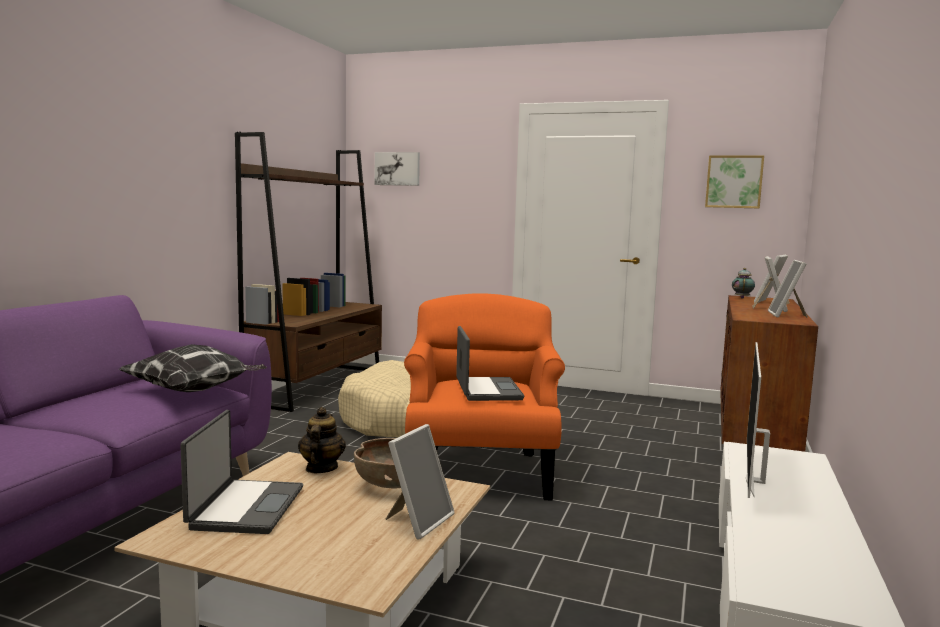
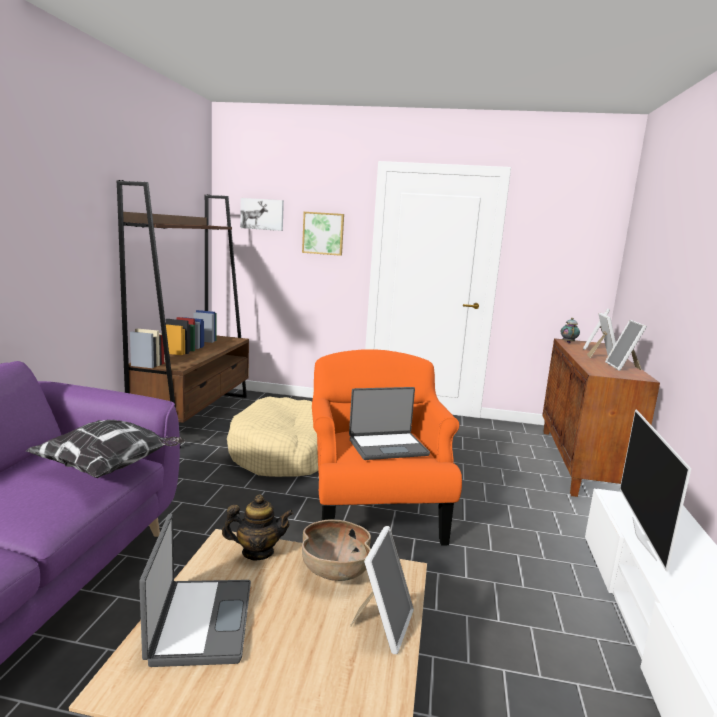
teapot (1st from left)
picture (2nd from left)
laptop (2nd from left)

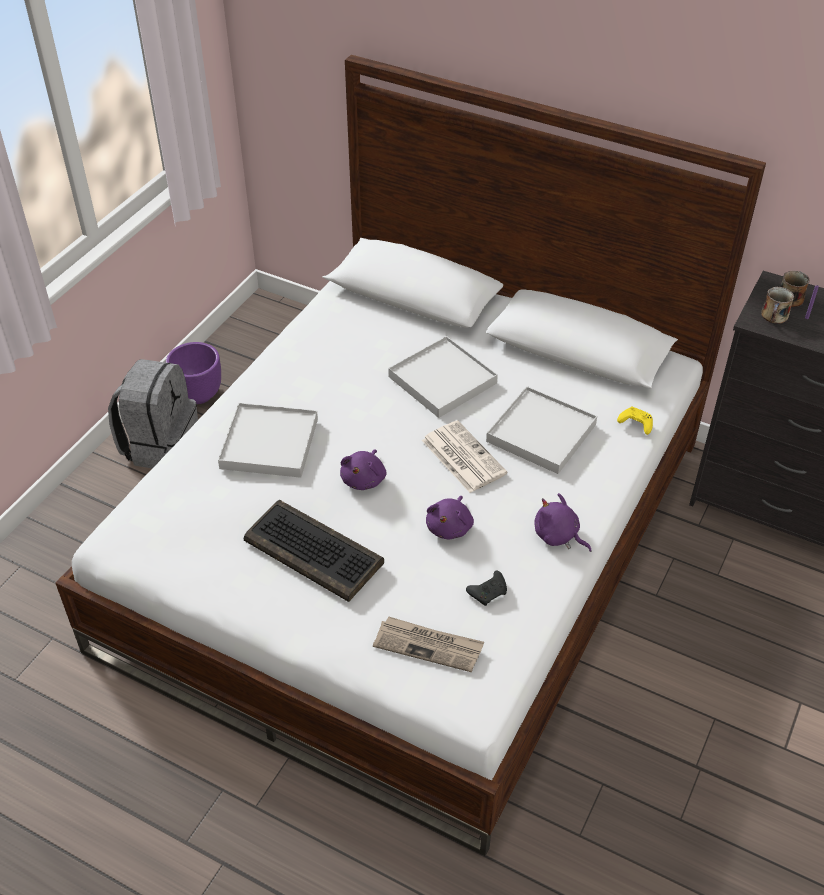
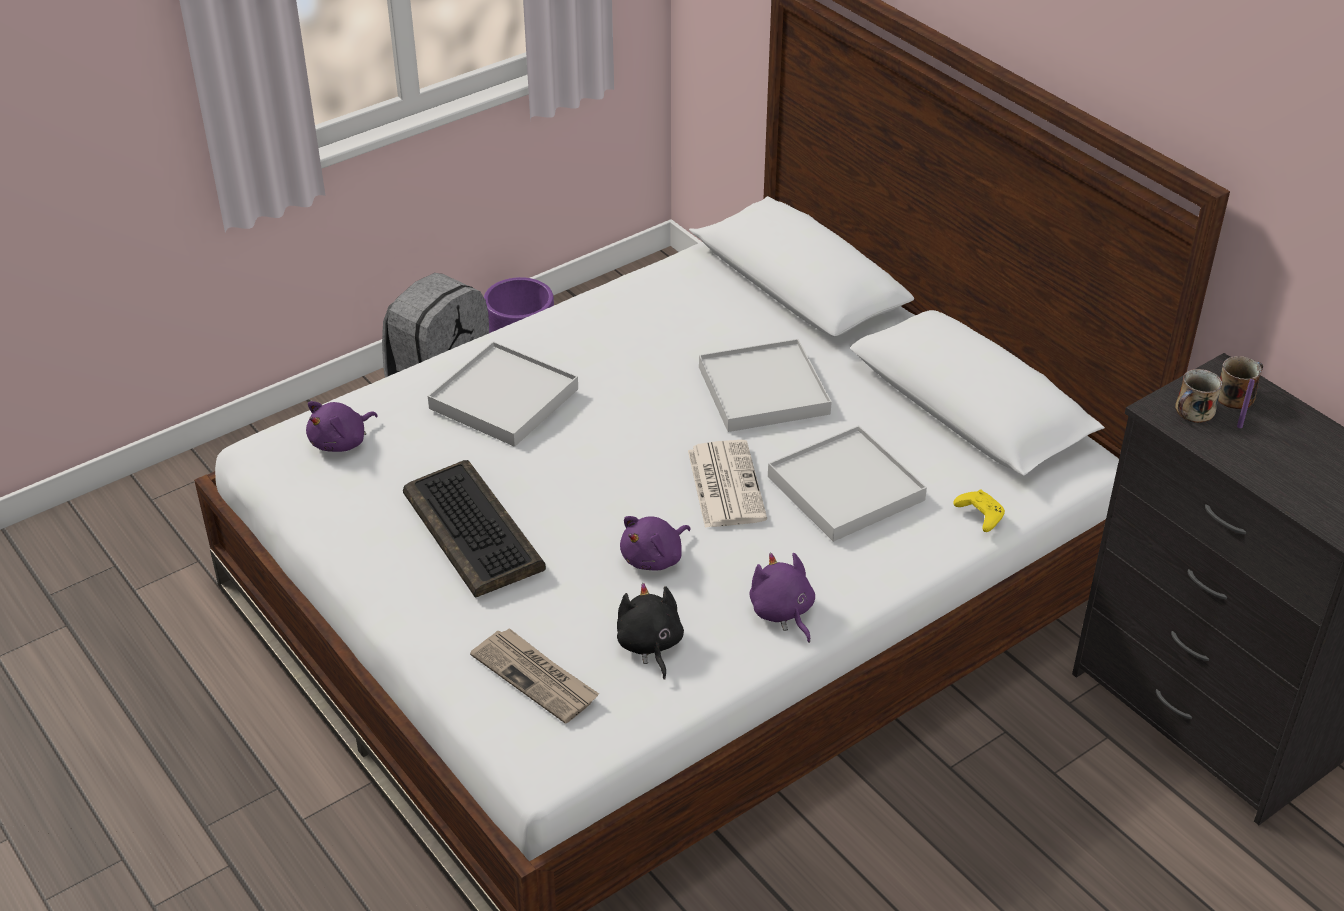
purple plush toy (1st from left)
black plush toy

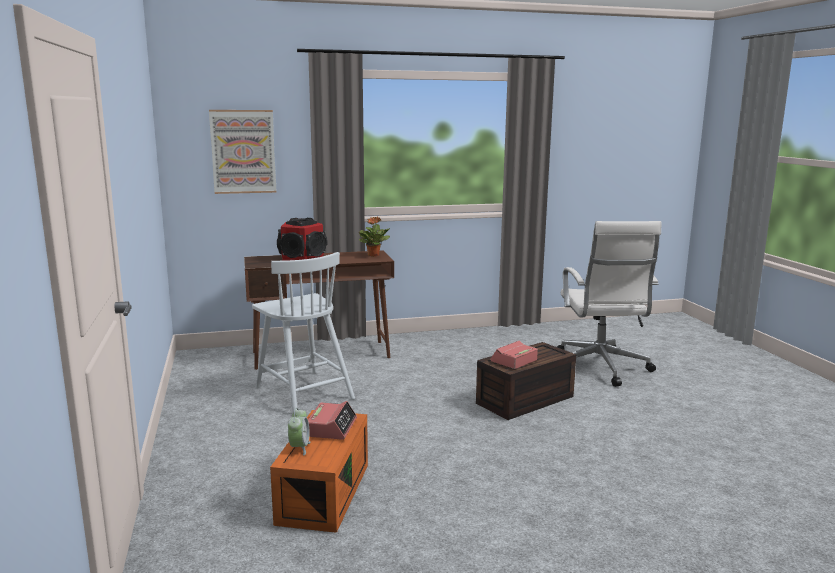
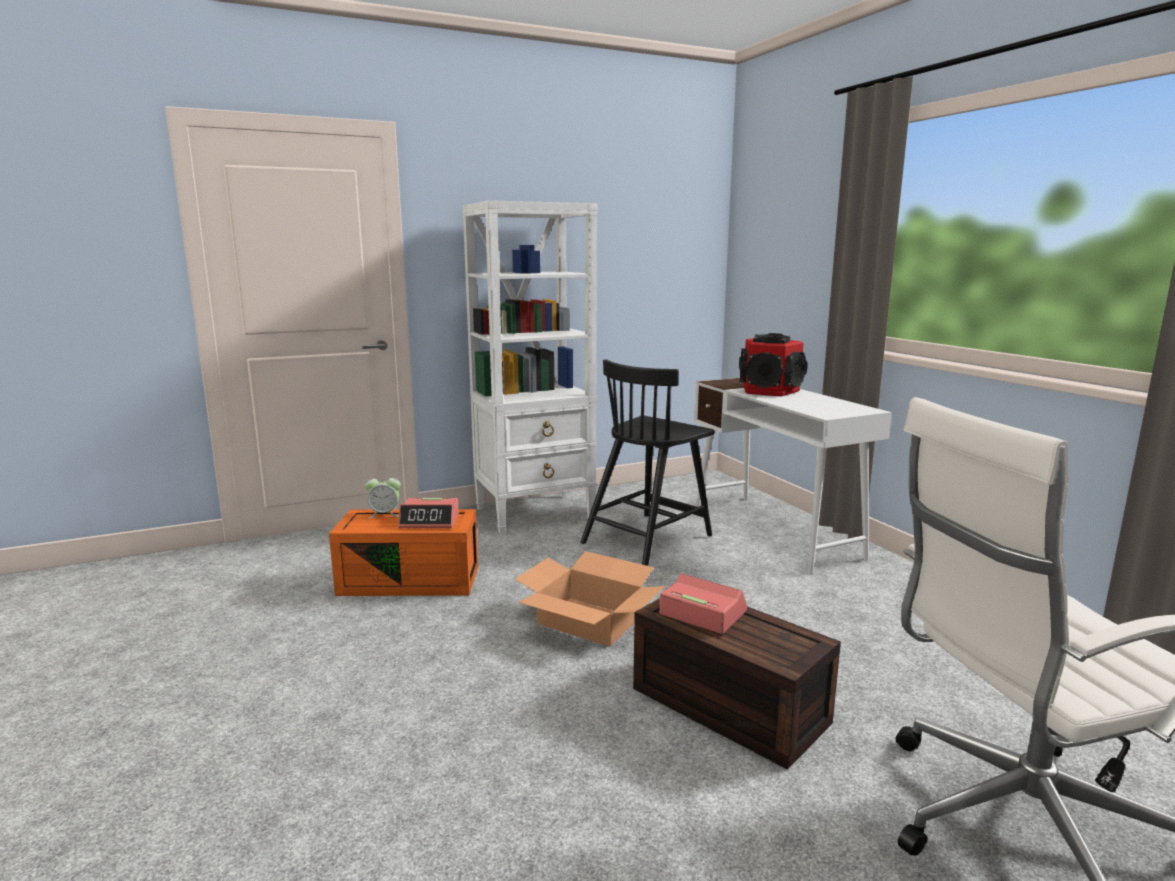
white bookcase
cardboard box
black chair
white desk
picture
potted plant

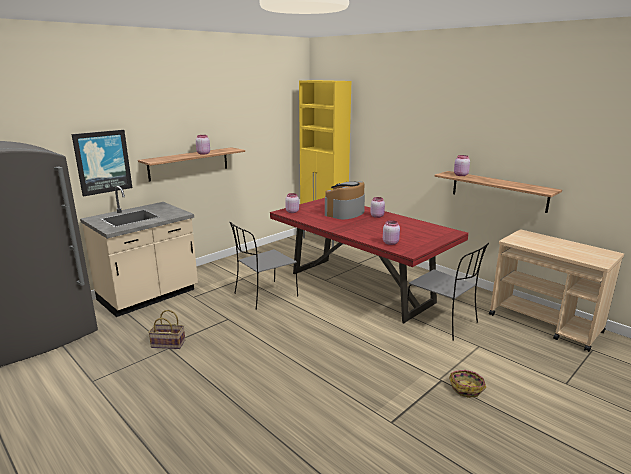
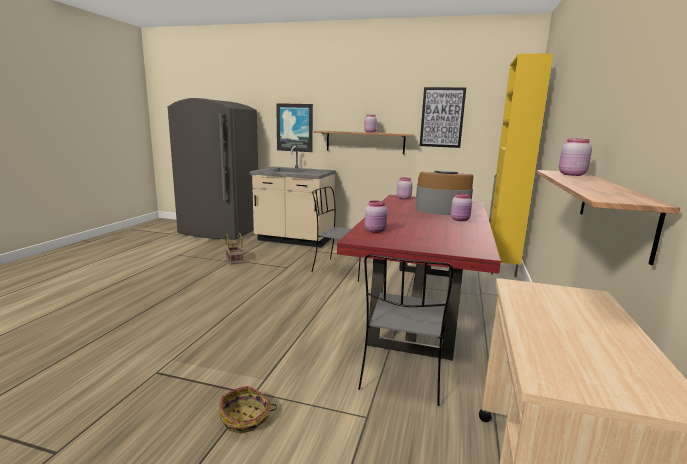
picture (2nd from left)

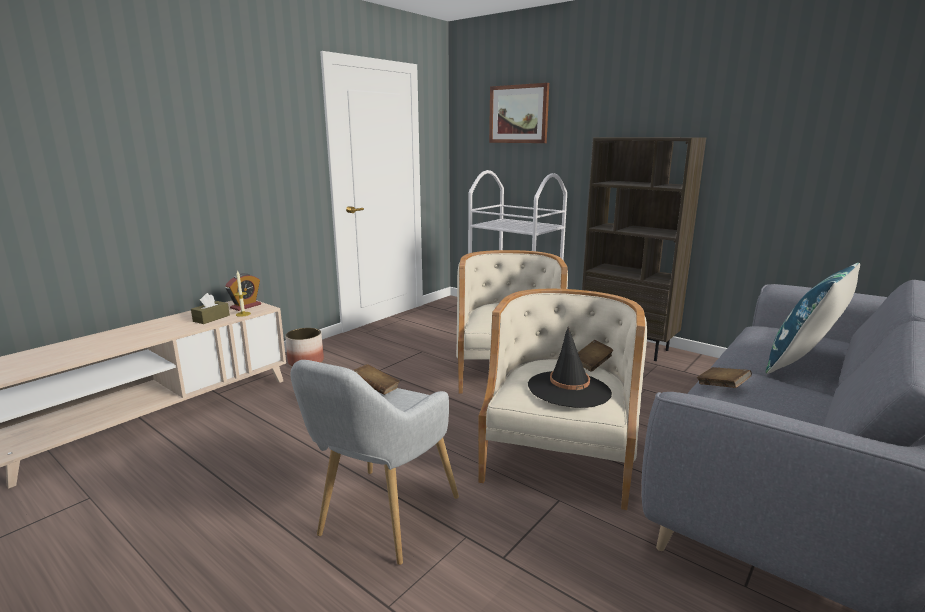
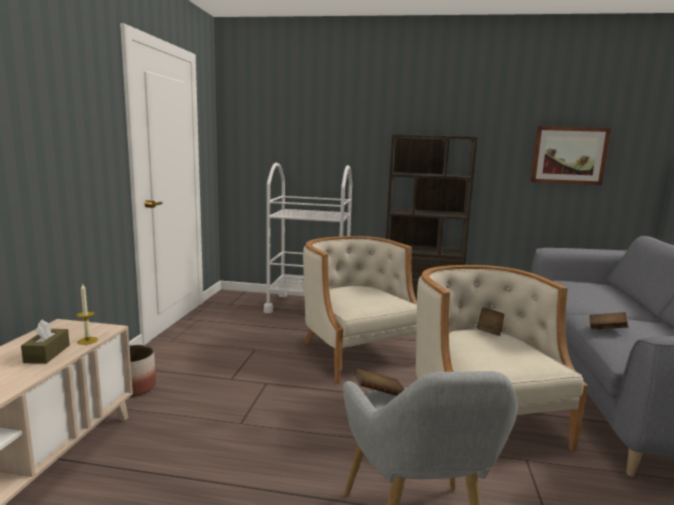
picture
alarm clock
black hat
blue pillow

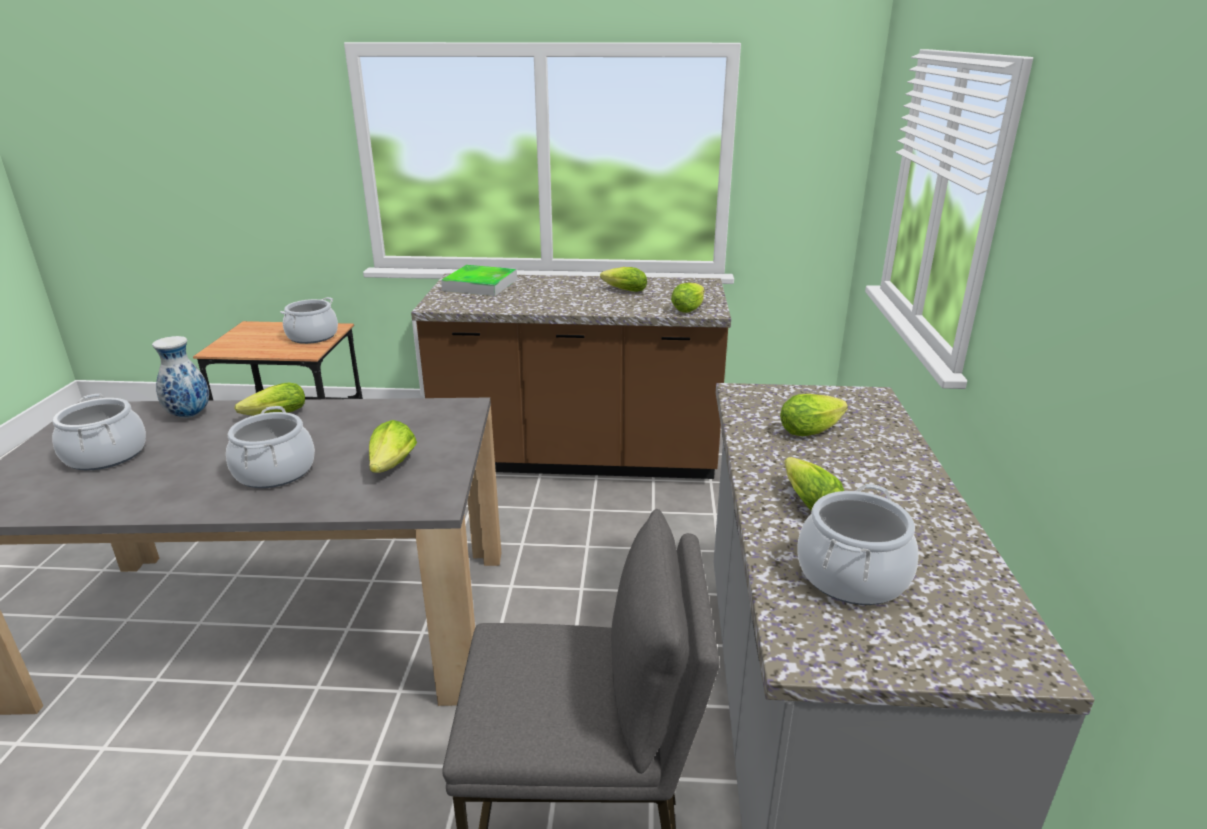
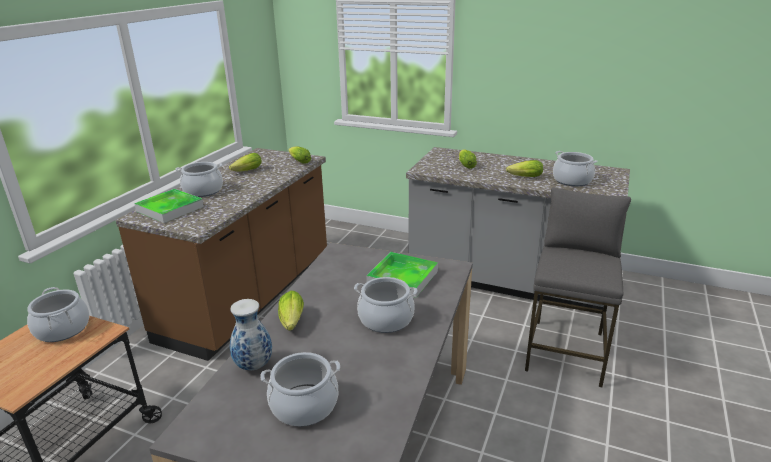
cooking pot (2nd from left)
tray (2nd from left)

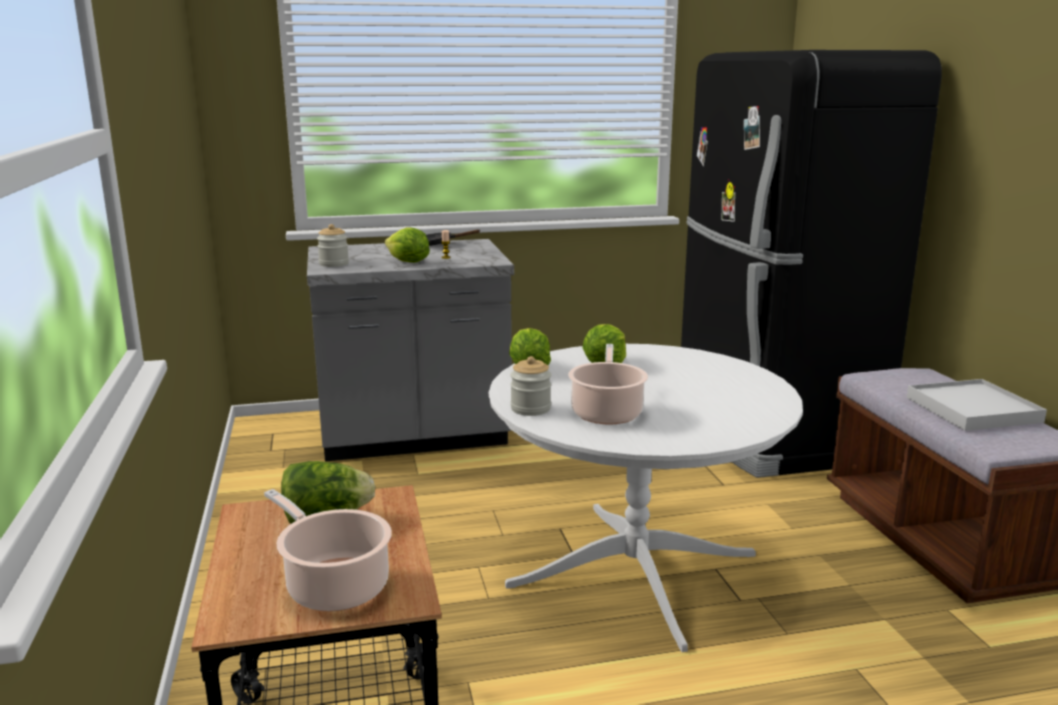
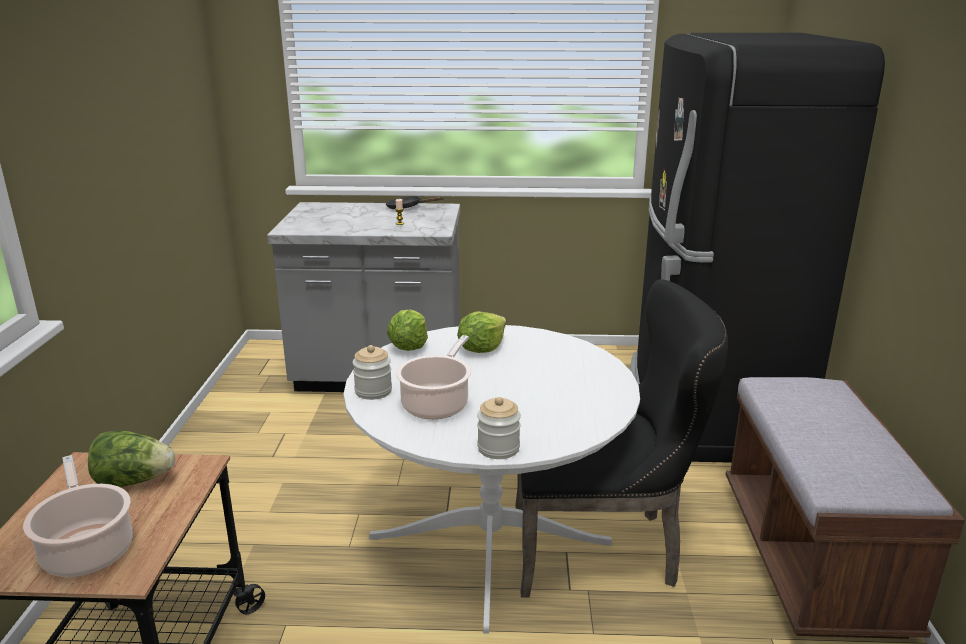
jar (2nd from left)
black chair
lettuce (2nd from left in the first image)
white tray

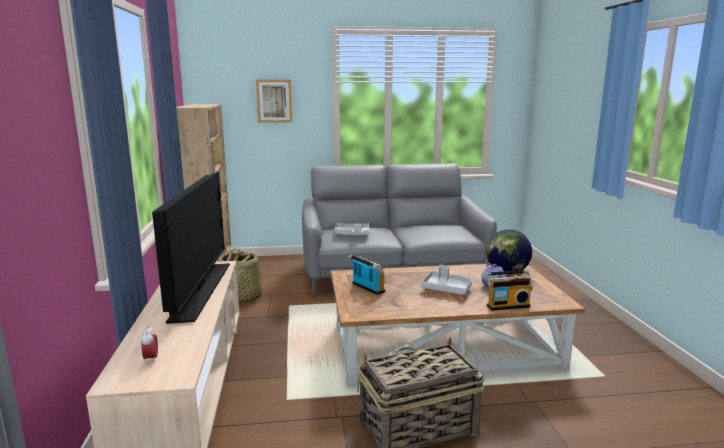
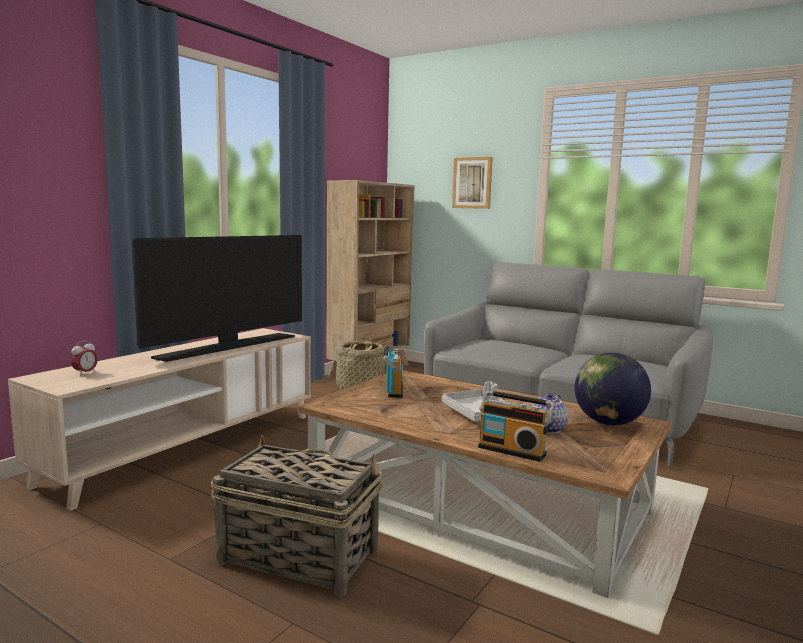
grey tray (1st from left in the first image)

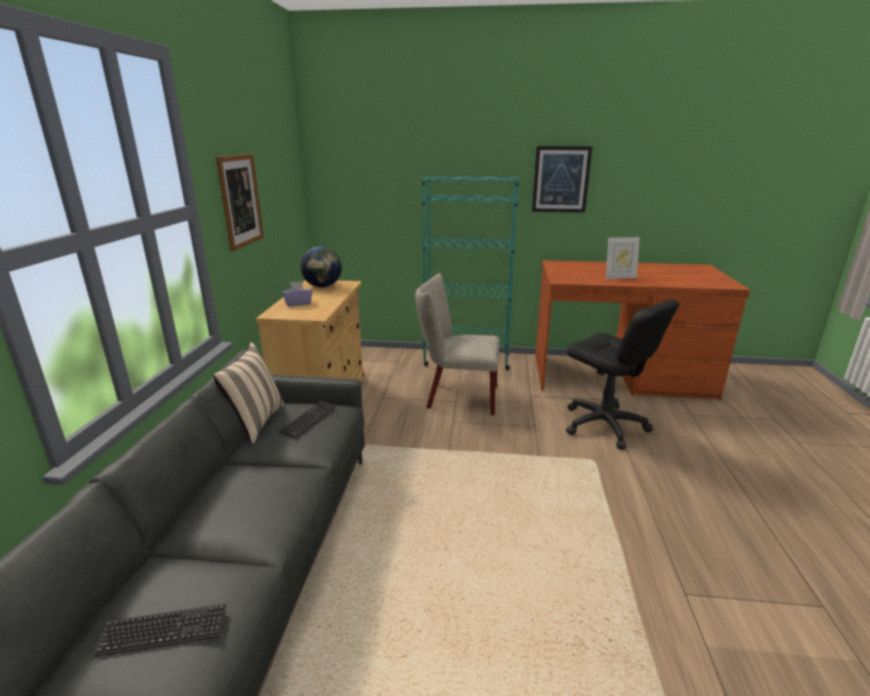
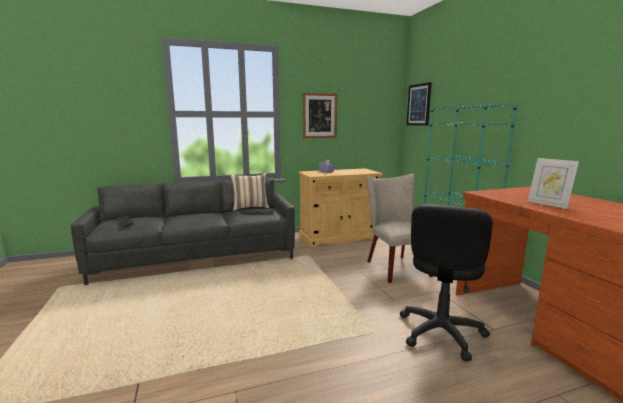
picture (2nd from left)
globe

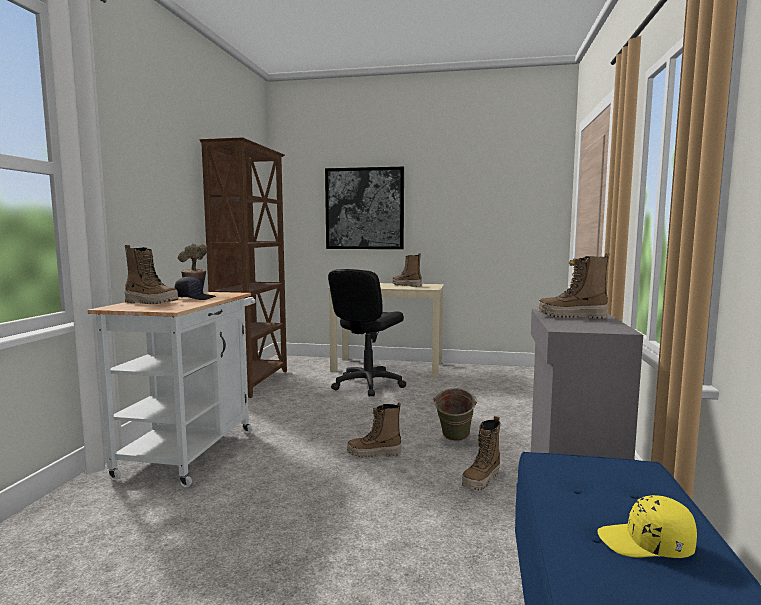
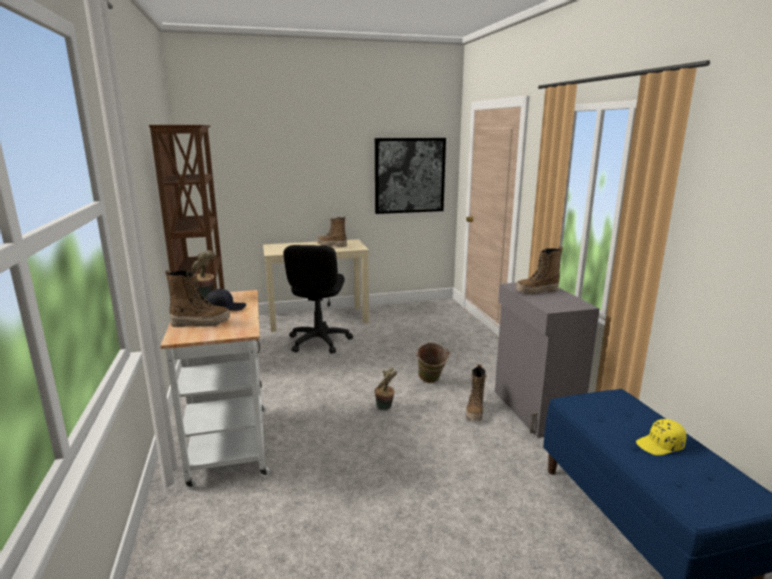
picture
potted plant (2nd from left)

